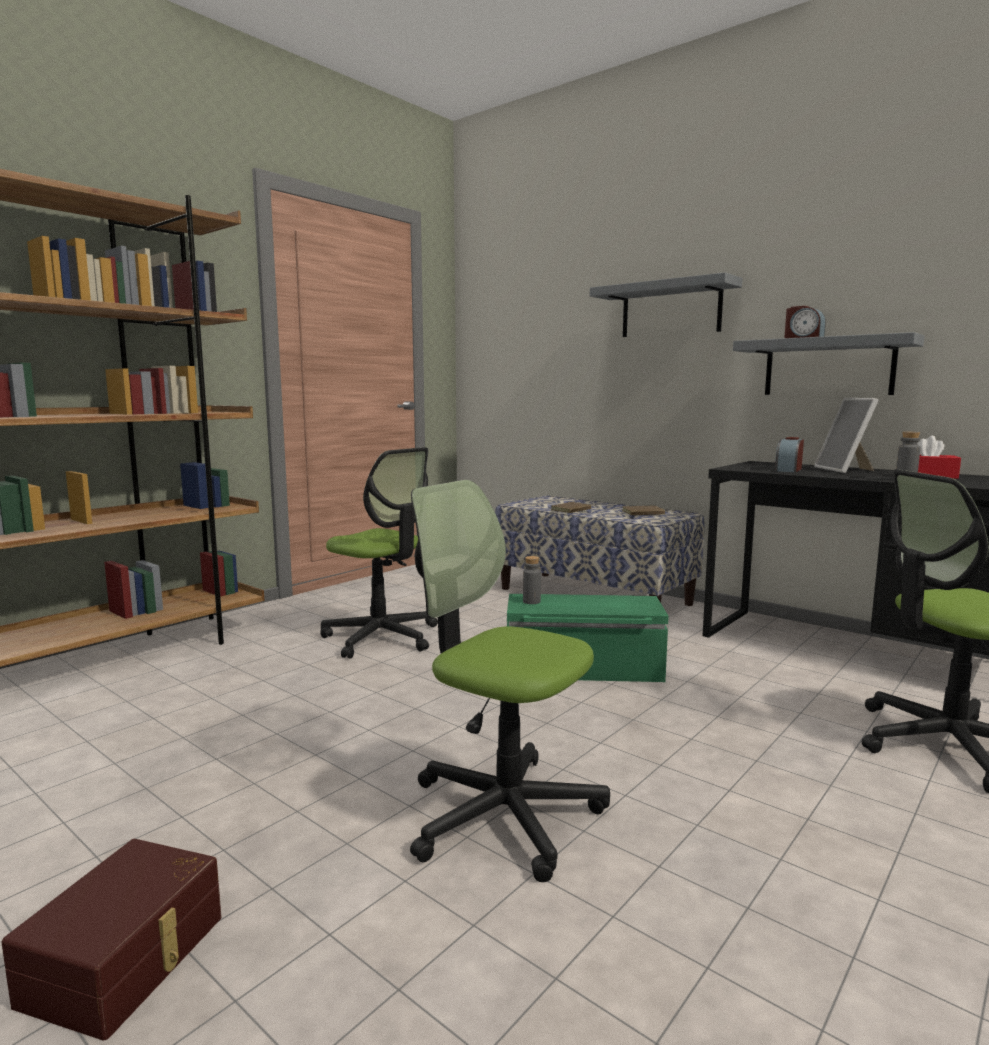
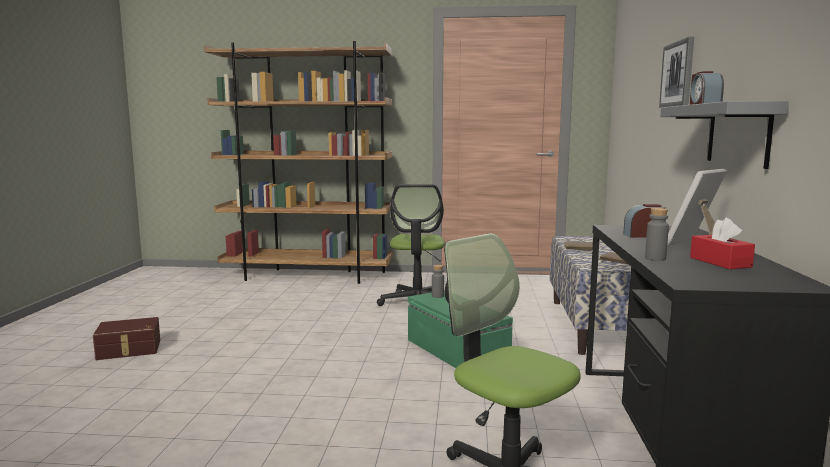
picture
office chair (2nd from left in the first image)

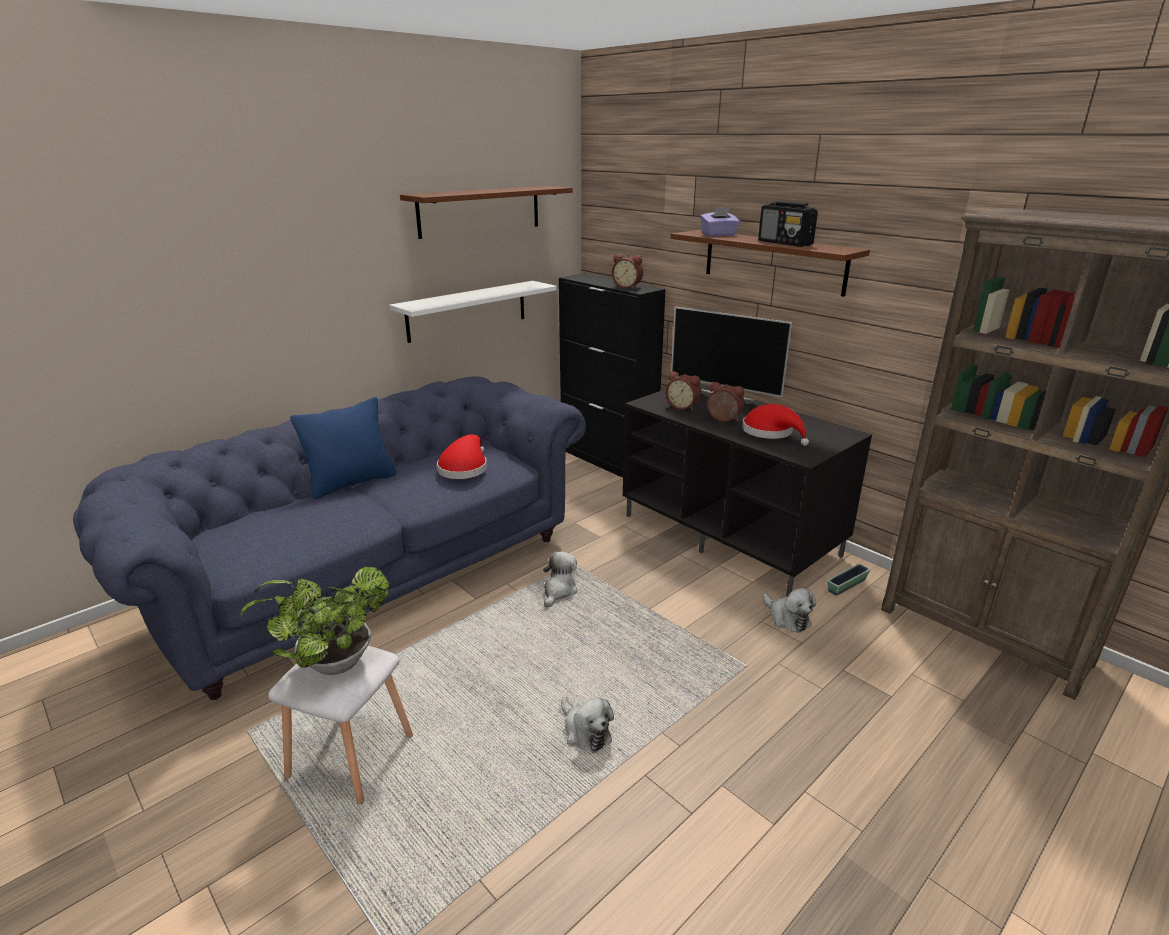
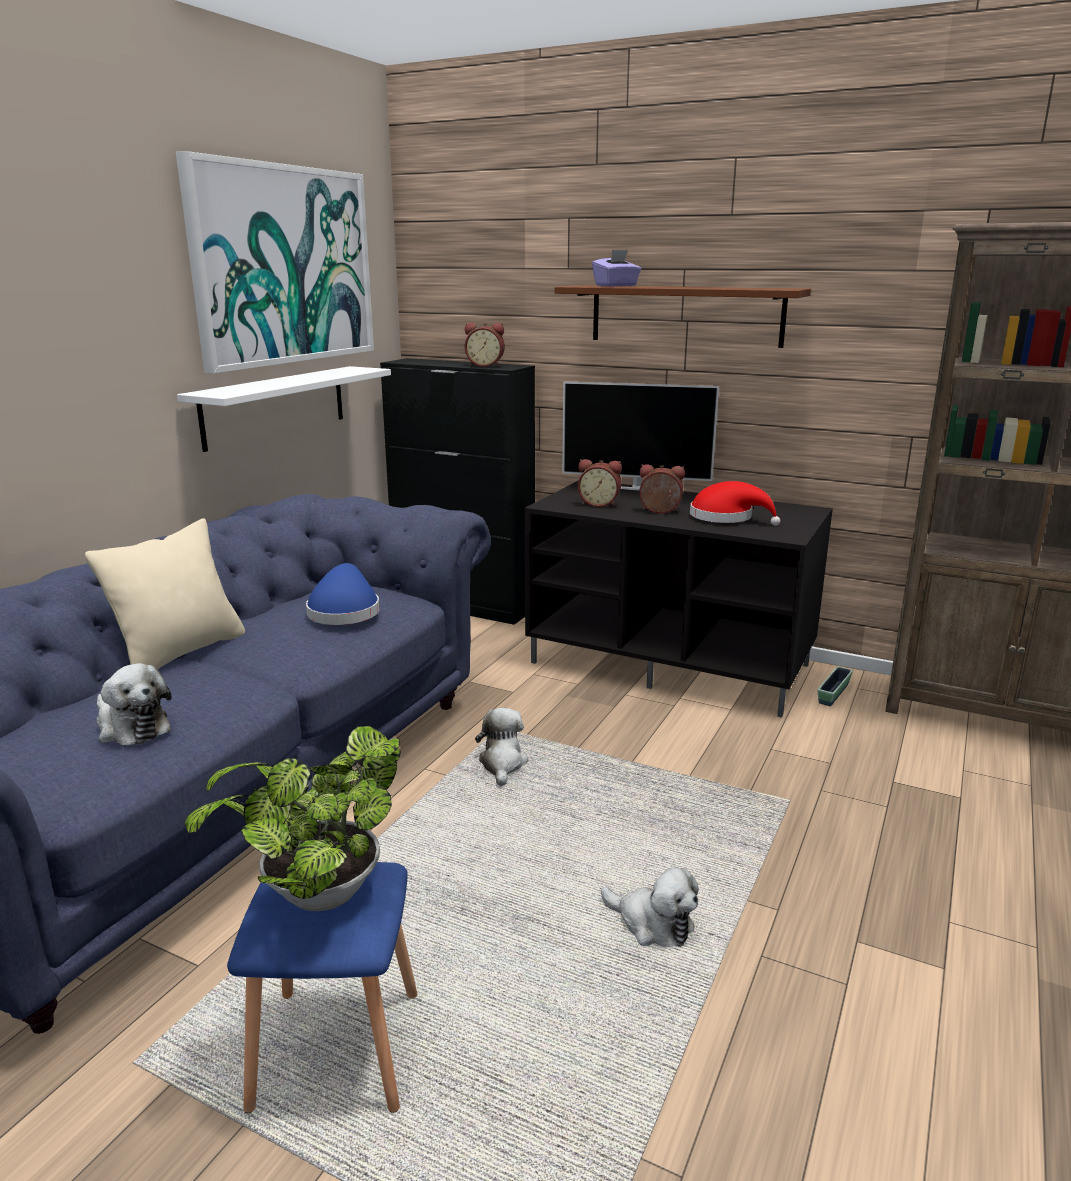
beige pillow
plush toy (1st from left)
picture
blue stool
blue hat
radio

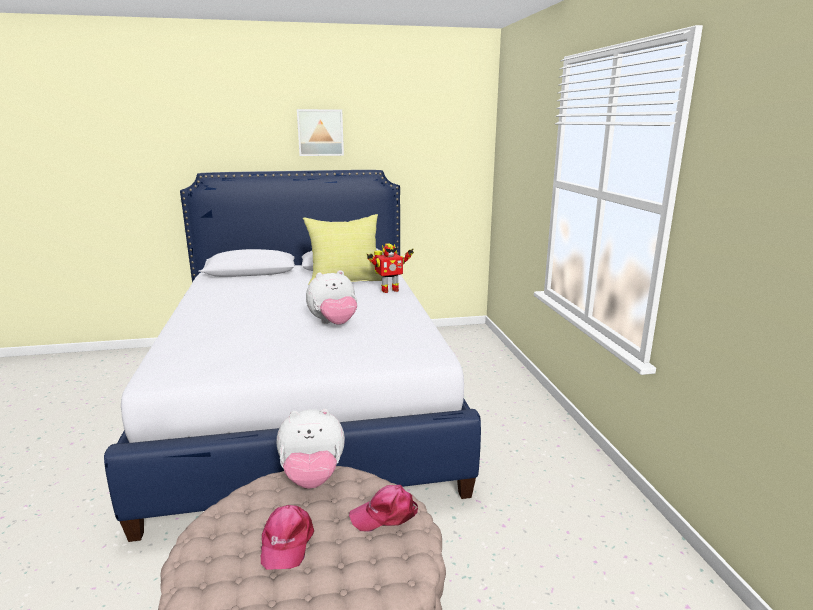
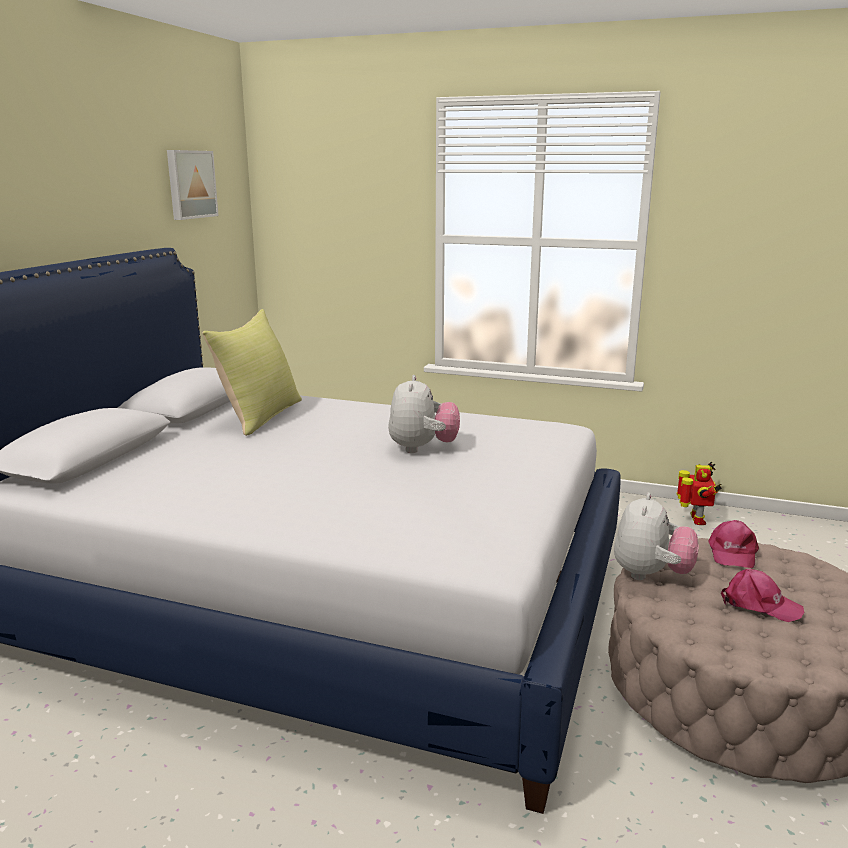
picture
toy robot

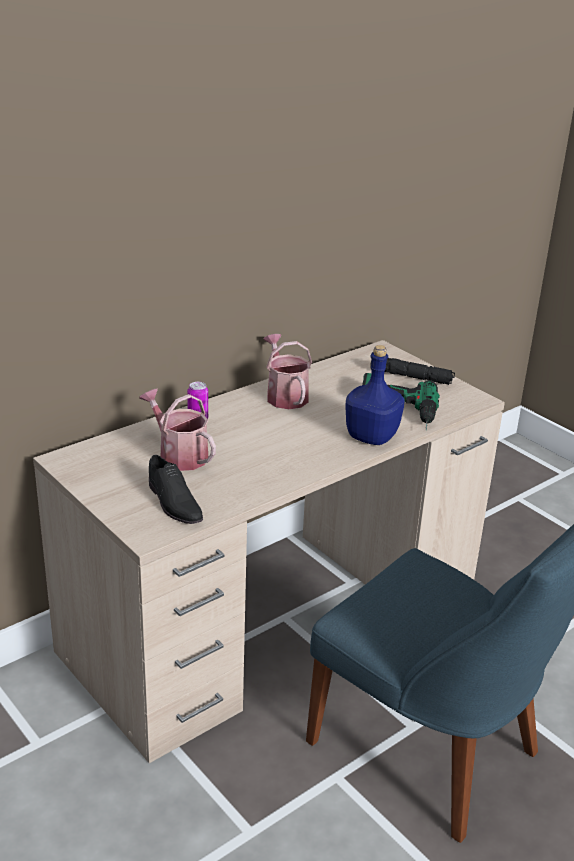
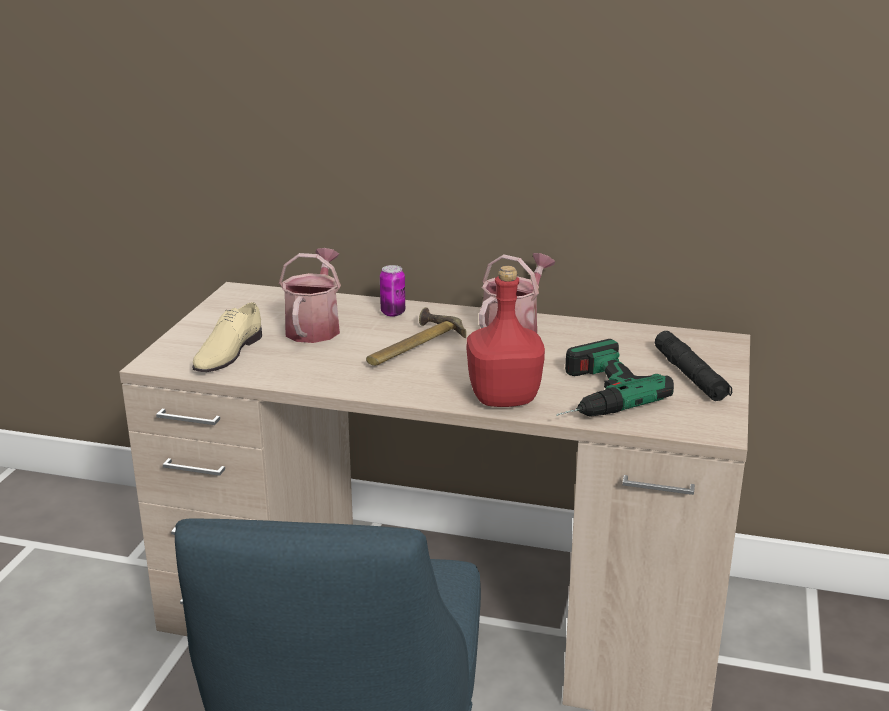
beige shoe
hammer
red bottle

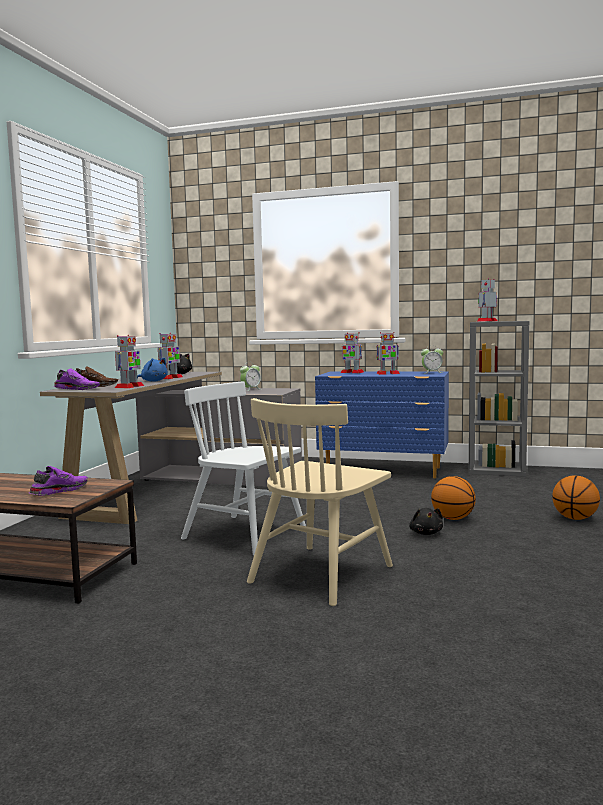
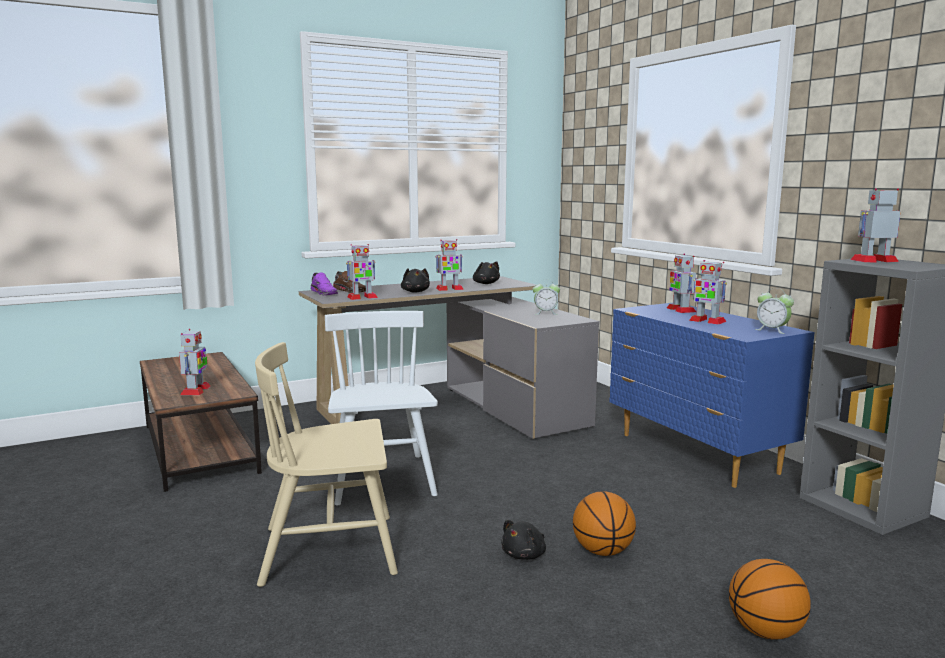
toy robot (1st from left)
black plush toy (1st from left)

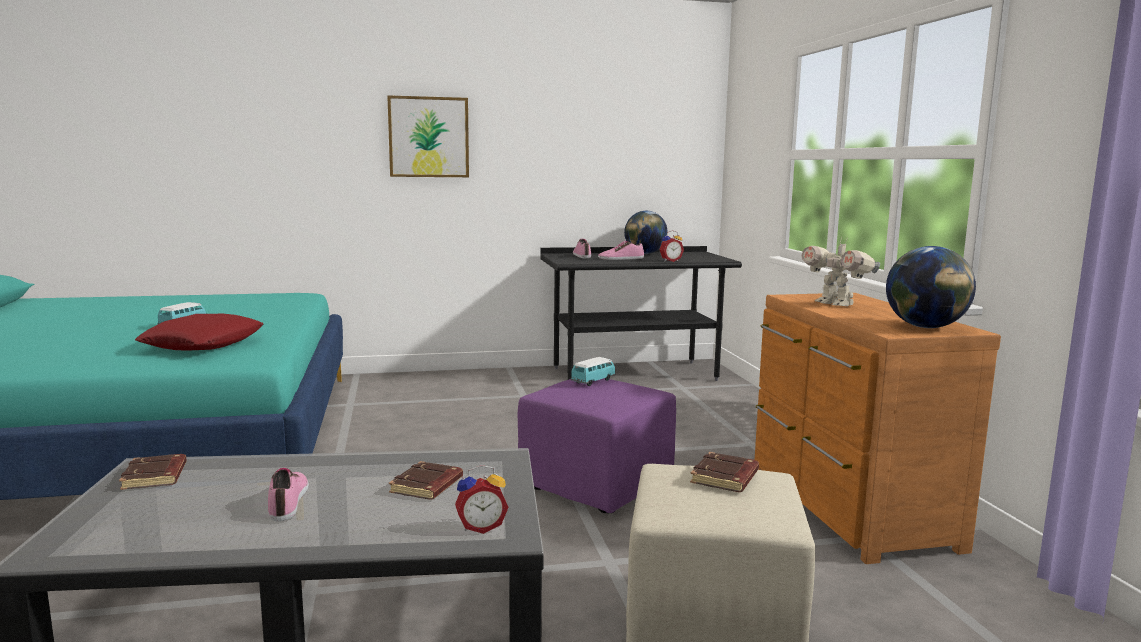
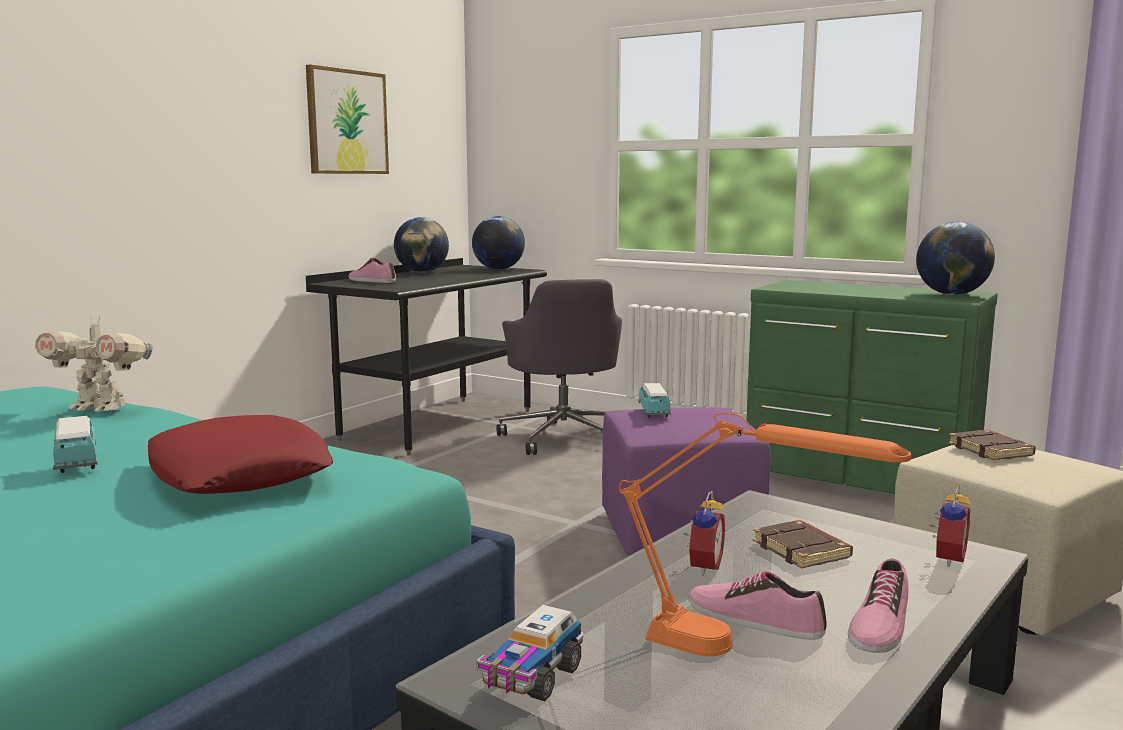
toy robot
picture
globe (2nd from left)
toy truck
grey office chair
orange table lamp
alarm clock (1st from left)
green dresser
shoe (3rd from left)

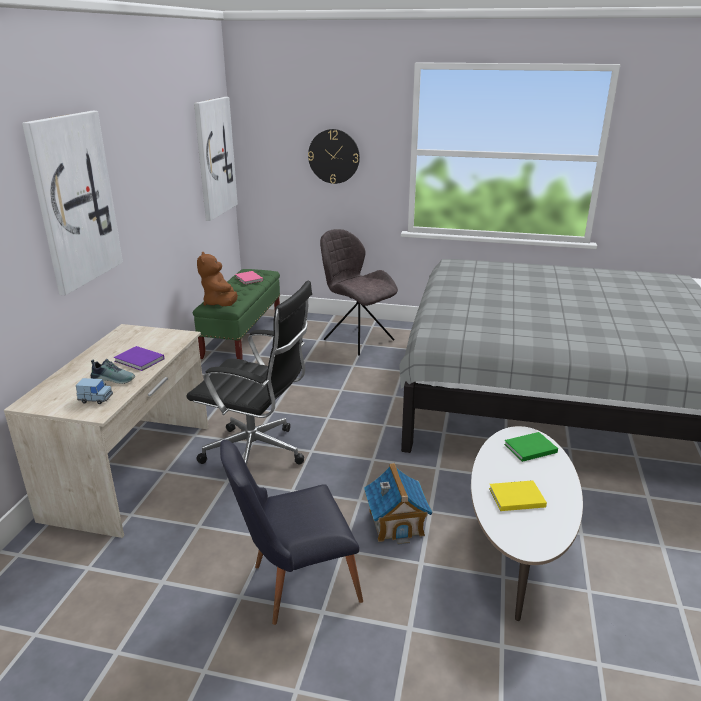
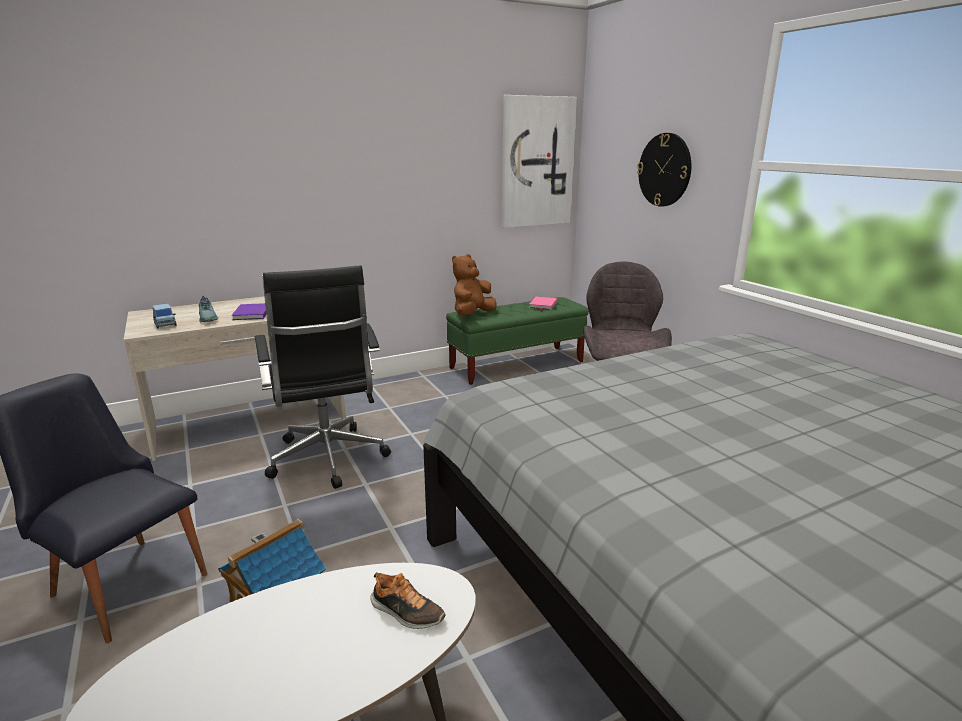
shoe (2nd from left)
picture (1st from left in the first image)
yellow book

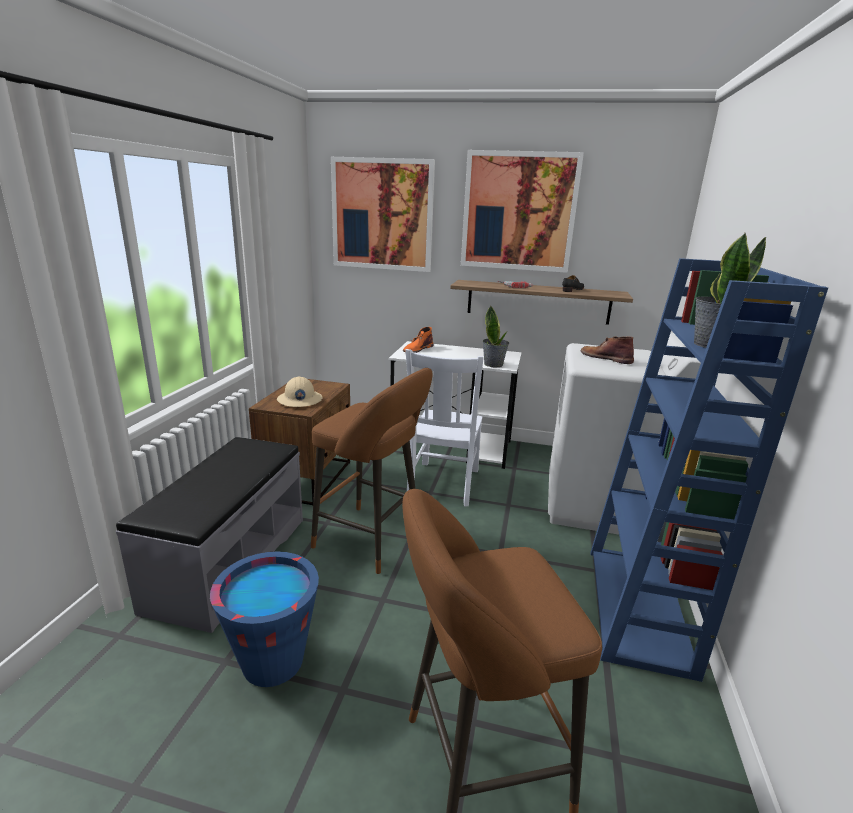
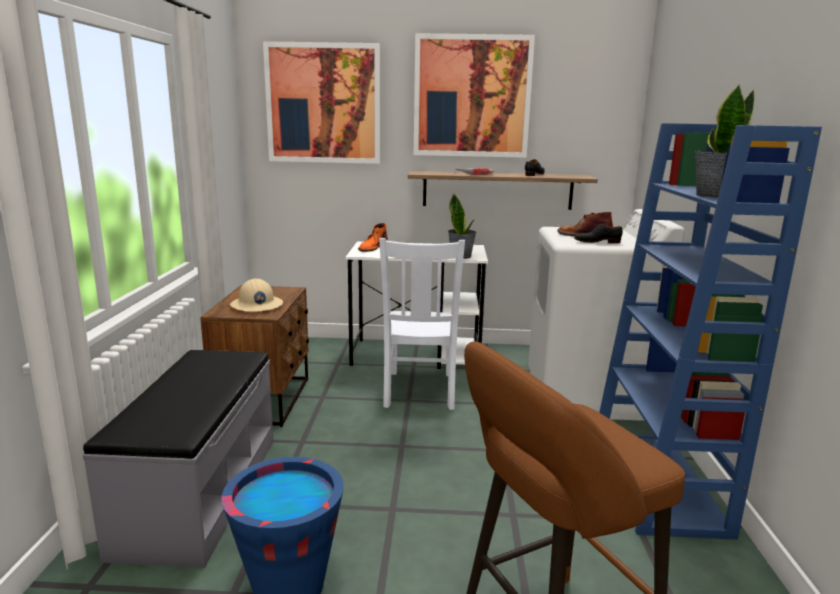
black shoe (2nd from left)
brown stool (1st from left in the first image)

